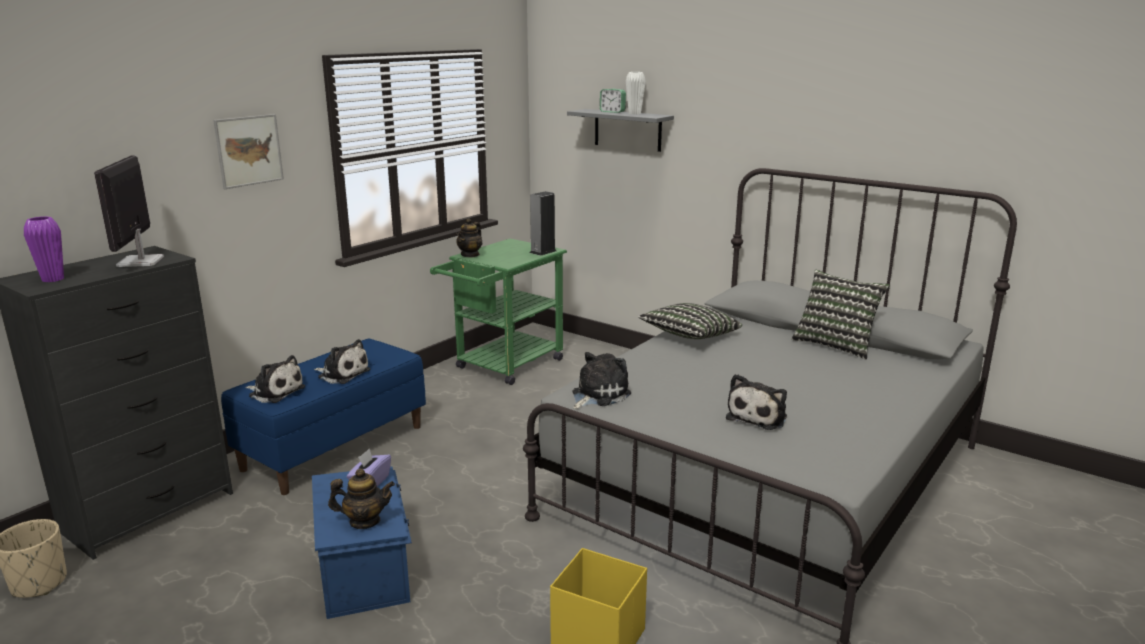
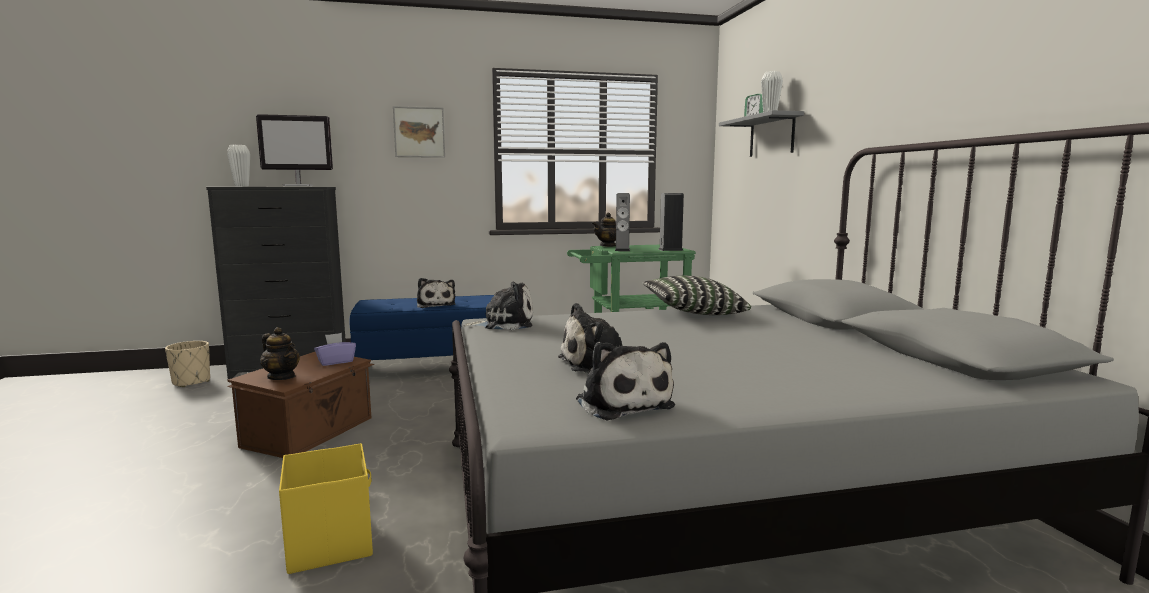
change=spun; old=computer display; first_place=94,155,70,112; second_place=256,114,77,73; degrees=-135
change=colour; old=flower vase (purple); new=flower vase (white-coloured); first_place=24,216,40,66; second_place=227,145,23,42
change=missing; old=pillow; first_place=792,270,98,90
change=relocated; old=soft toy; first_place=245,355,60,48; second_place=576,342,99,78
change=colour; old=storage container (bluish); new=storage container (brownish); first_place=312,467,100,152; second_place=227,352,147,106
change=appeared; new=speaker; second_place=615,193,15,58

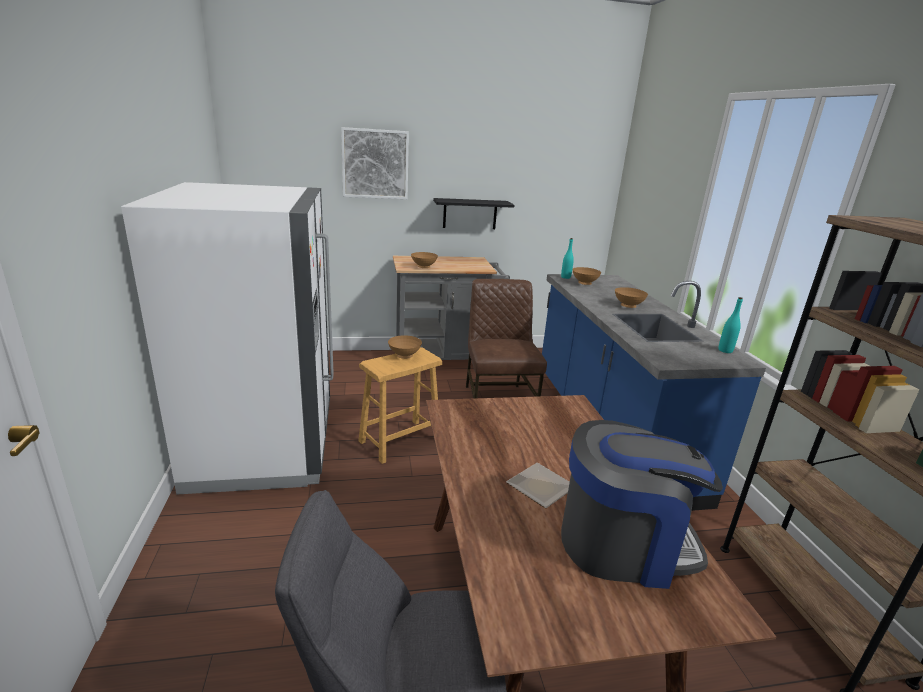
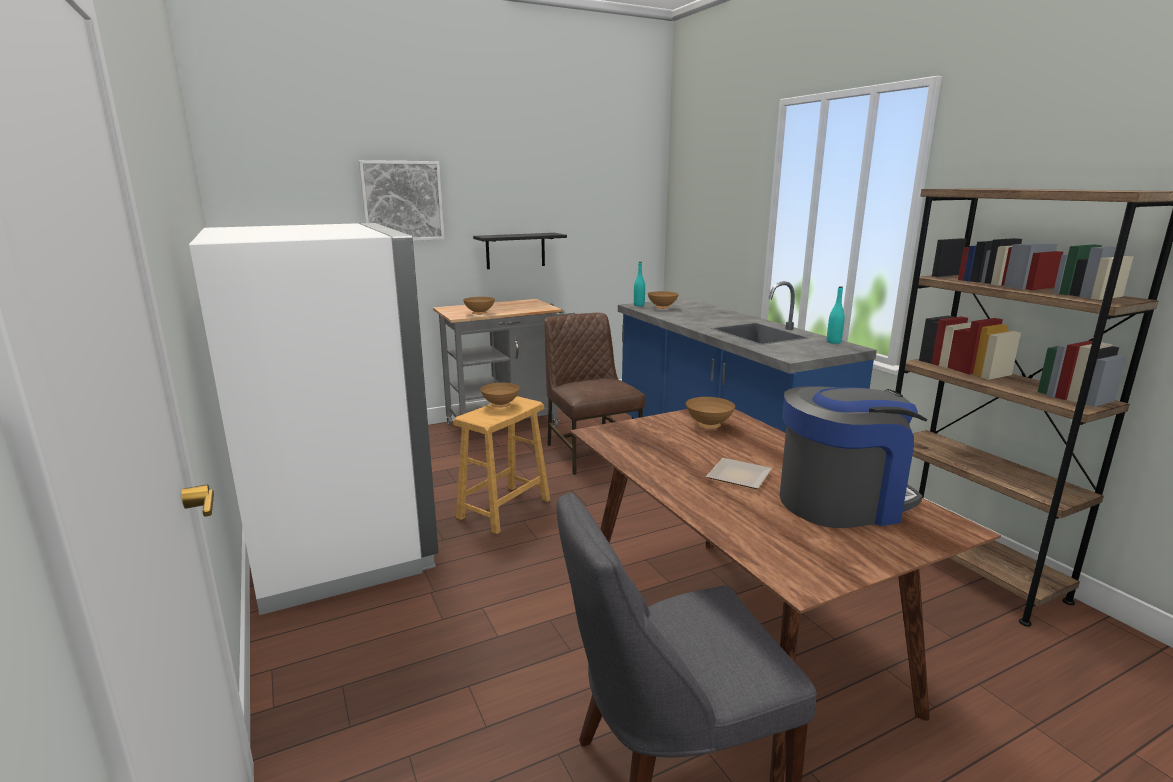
change=relocated; old=serving bowl (brownish); first_place=615,287,33,21; second_place=686,397,49,32

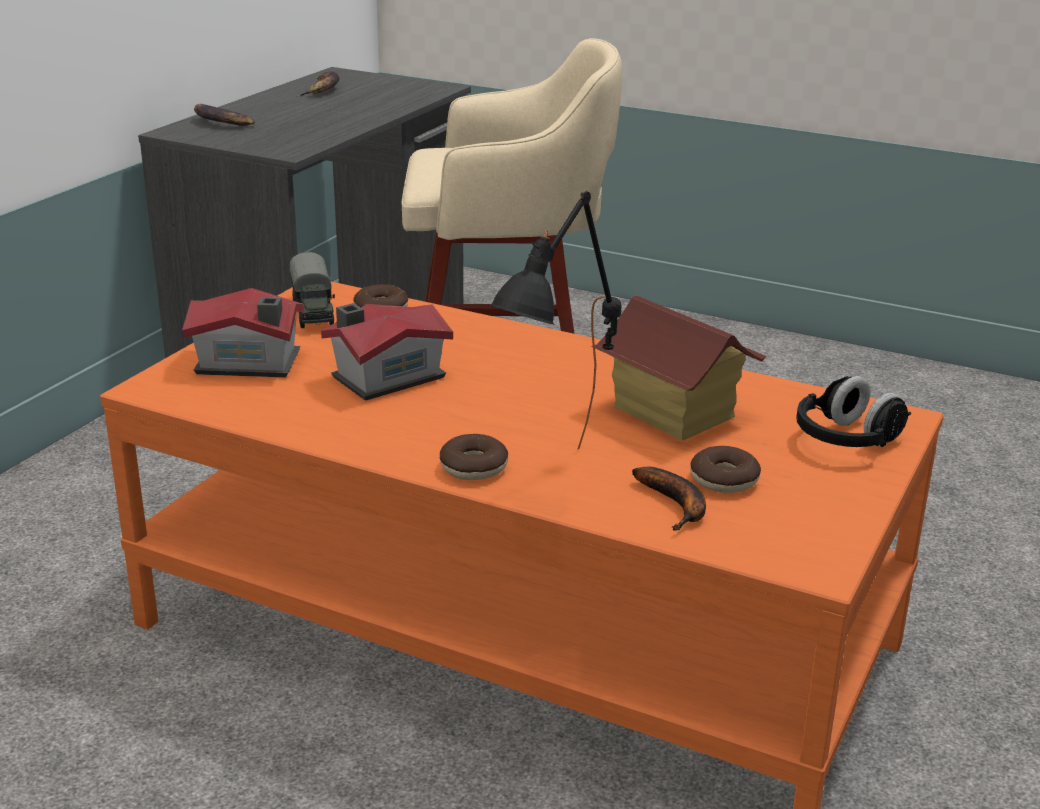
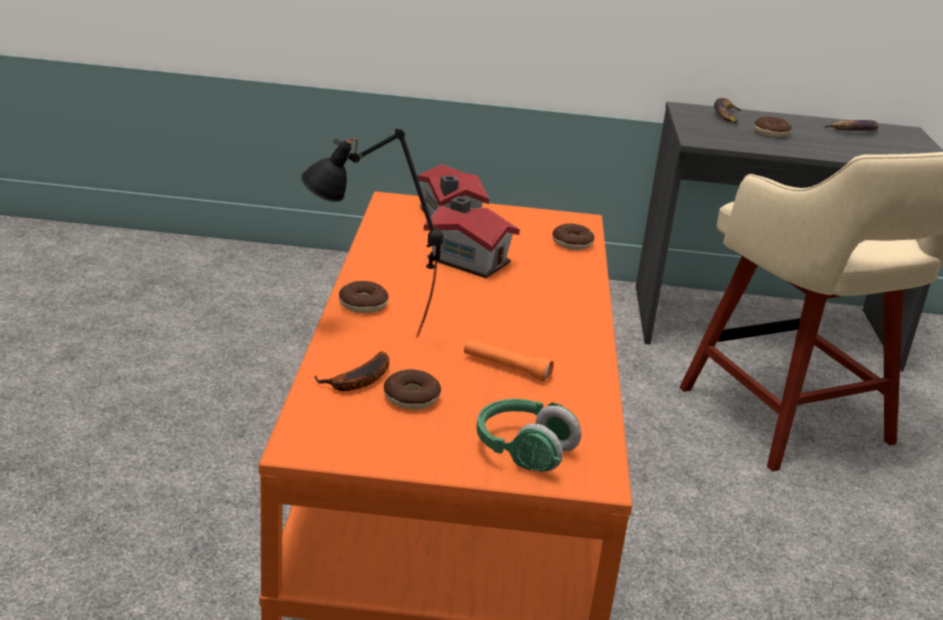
change=missing; old=toy lorry; first_place=290,252,45,76
change=exchanged; old=miniature house; new=torch (orangey); first_place=591,296,176,145; second_place=464,339,90,43
change=colour; old=headphones (black); new=headphones (greenish); first_place=796,376,115,71; second_place=476,399,105,73
change=appeared; new=donut; second_place=754,116,38,21

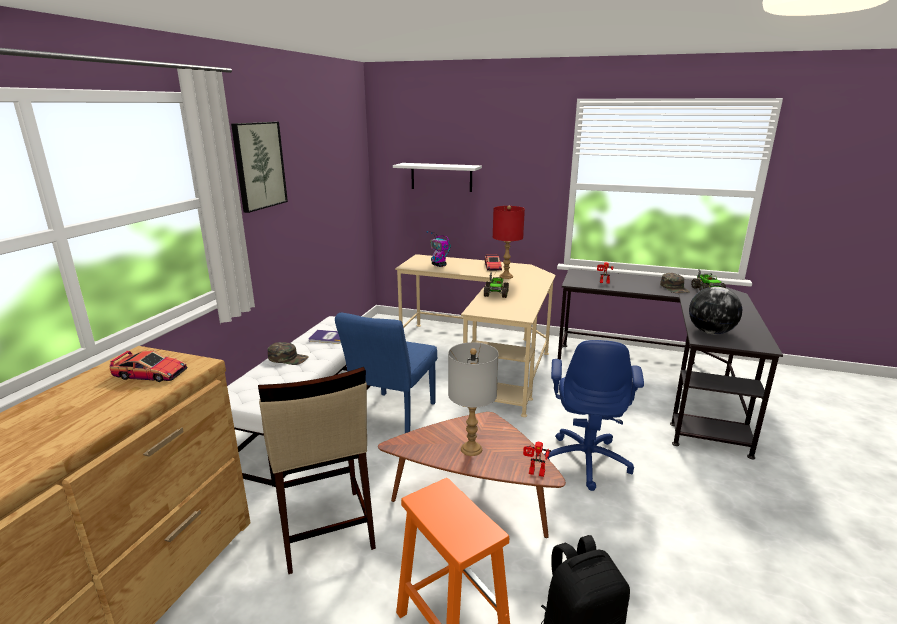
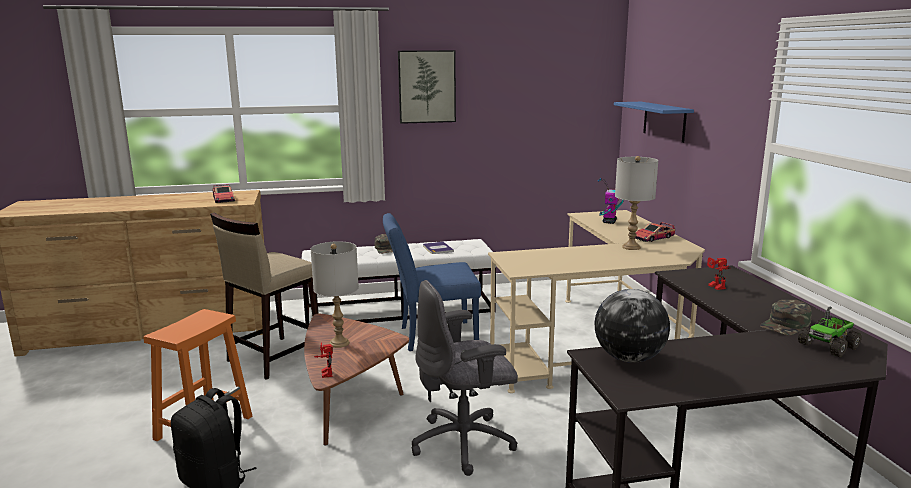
change=colour; old=shelf (white-coloured); new=shelf (bluish); first_place=393,163,89,29; second_place=614,102,80,41
change=colour; old=lamp for a table (reddish); new=lamp for a table (grey); first_place=493,206,32,73; second_place=615,156,43,94
change=missing; old=toy lorry; first_place=484,272,25,26
change=colour; old=desk chair (bluish); new=desk chair (grey); first_place=544,340,100,151; second_place=412,280,106,196

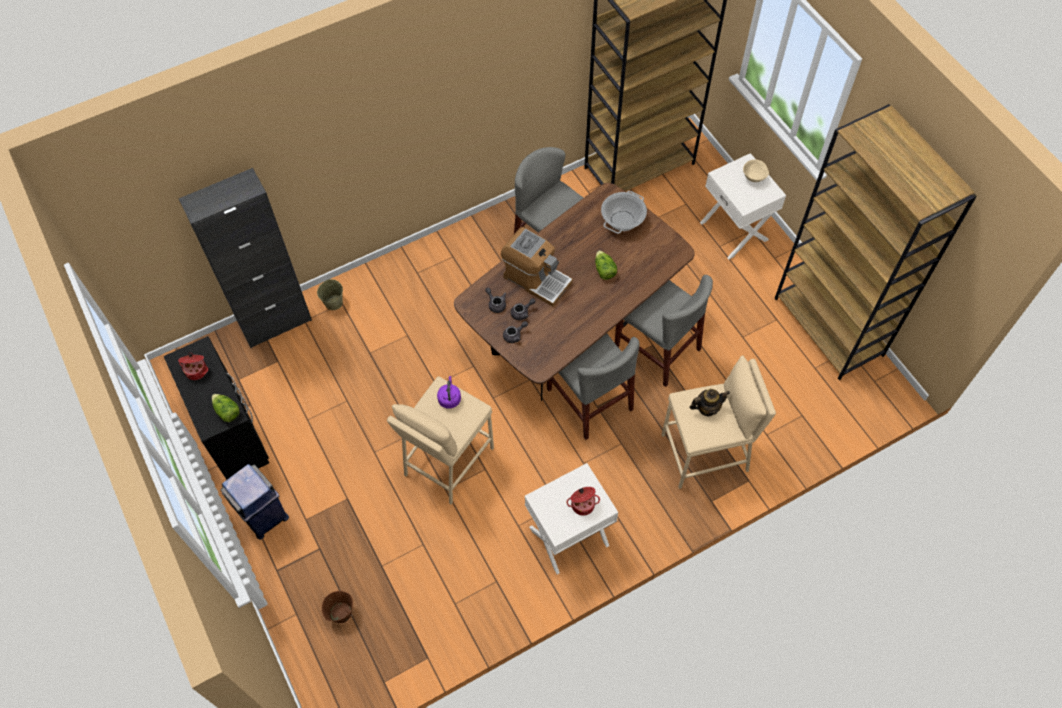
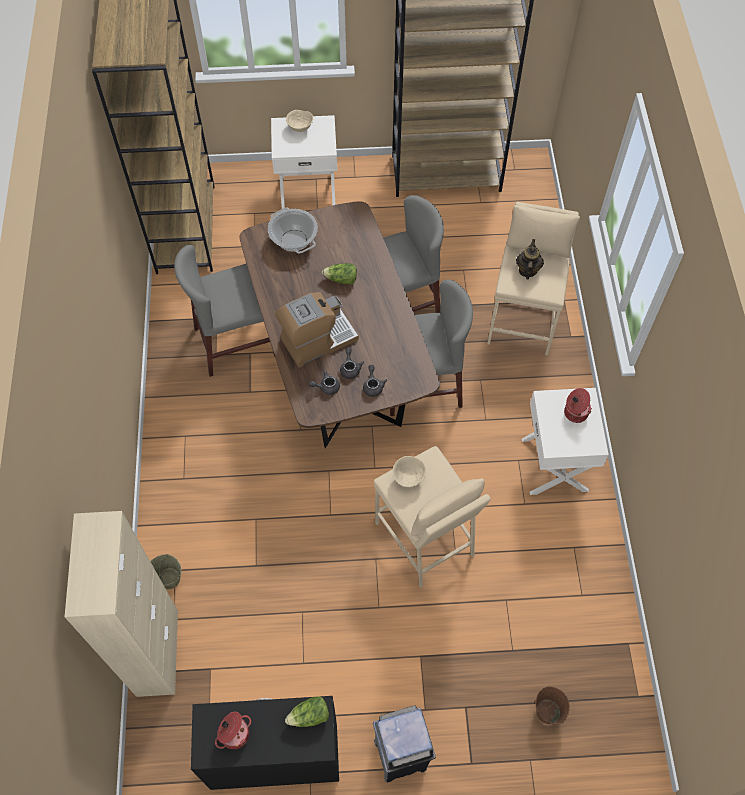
change=colour; old=storage cabinet (black); new=storage cabinet (beige-coloured); first_place=179,168,133,180; second_place=65,511,113,186
change=exchanged; old=kettle (purple); new=serving bowl (beige-coloured); first_place=437,376,24,33; second_place=393,456,33,31
change=colour; old=waste bin (bluish); new=waste bin (grey); first_place=221,464,68,76; second_place=373,705,63,77

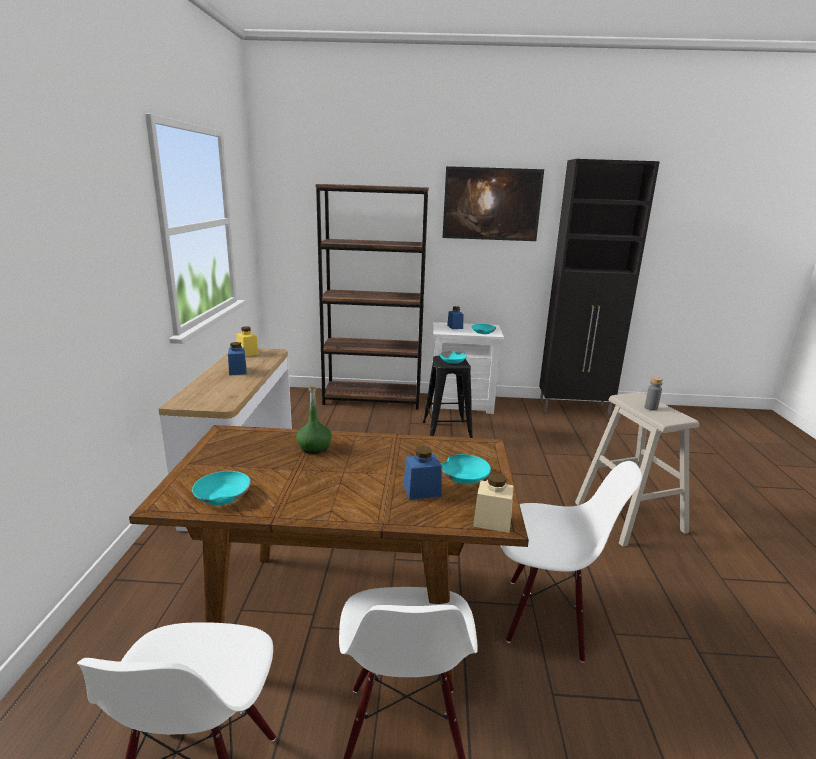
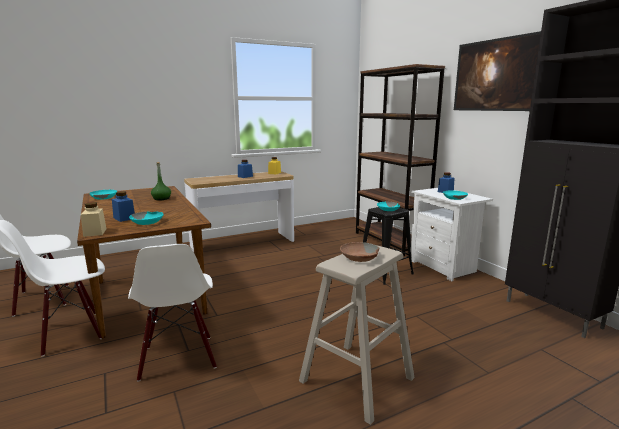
change=exchanged; old=beverage bottle (grey); new=serving bowl (brownish); first_place=645,377,18,34; second_place=340,242,39,20

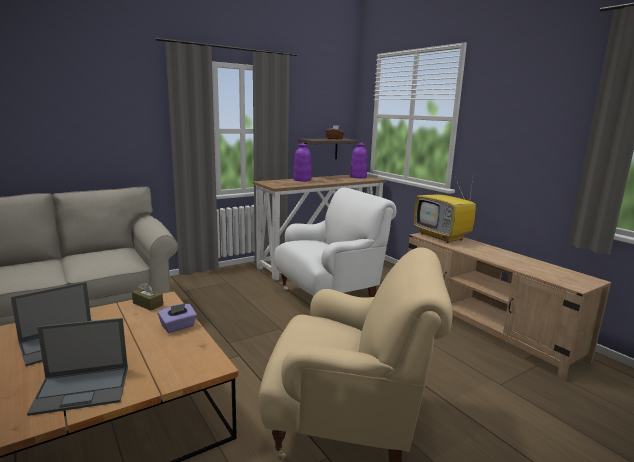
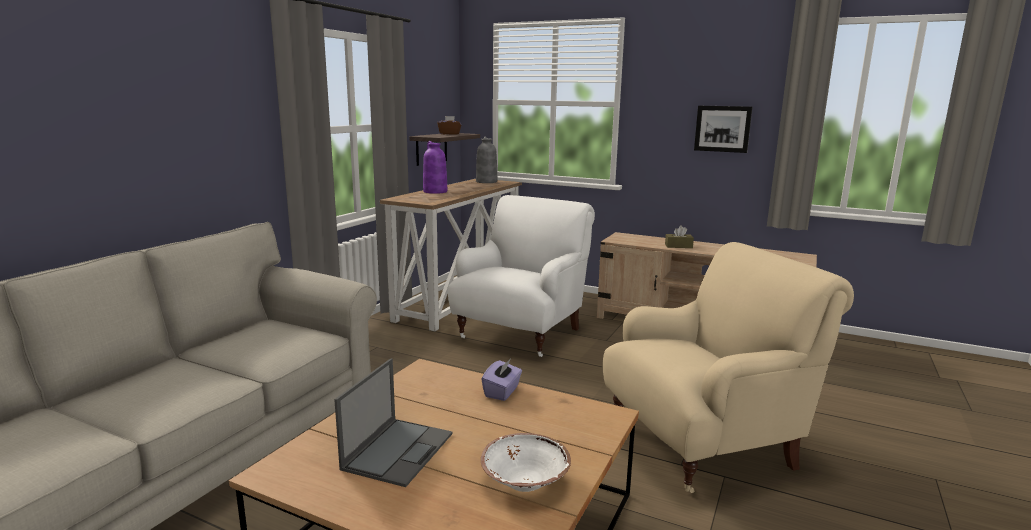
change=colour; old=flower vase (purple); new=flower vase (grey); first_place=350,142,17,36; second_place=476,137,21,46
change=missing; old=TV; first_place=414,179,62,64
change=relocated; old=box of tissues (brownish); first_place=132,282,31,29; second_place=665,226,29,22
change=exchanged; old=laptop; new=serving bowl (white-coloured); first_place=27,318,101,98; second_place=481,433,90,59
change=appeared; new=wall art; second_place=694,106,58,47

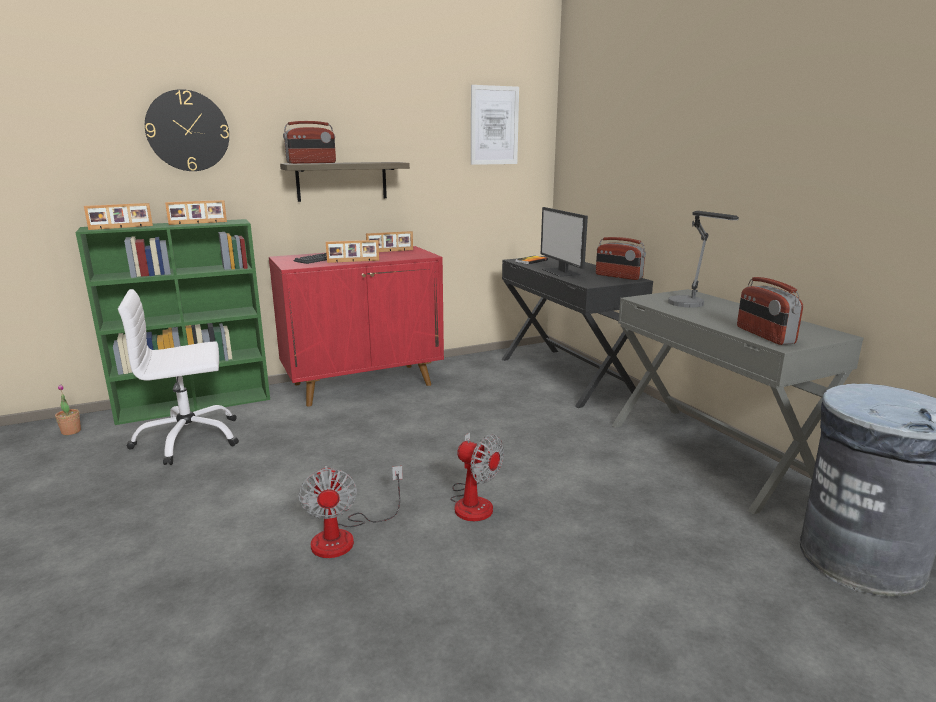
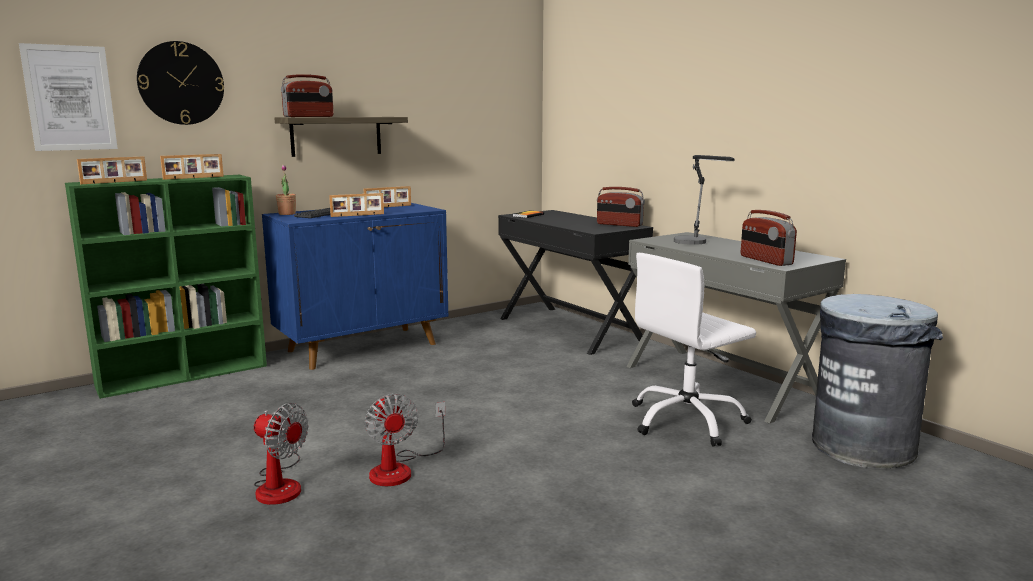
change=relocated; old=wall art; first_place=471,85,48,80; second_place=19,43,99,108
change=missing; old=computer display; first_place=541,207,47,70
change=colour; old=storage cabinet (reddish); new=storage cabinet (bluish); first_place=269,246,175,161; second_place=262,203,186,167
change=relocated; old=desk chair (white-coloured); first_place=118,289,121,176; second_place=632,253,124,194
change=relocated; old=potted plant; first_place=55,384,26,51; second_place=276,165,20,50
change=relocated; old=electric fan; first_place=450,432,54,89; second_place=254,403,55,102

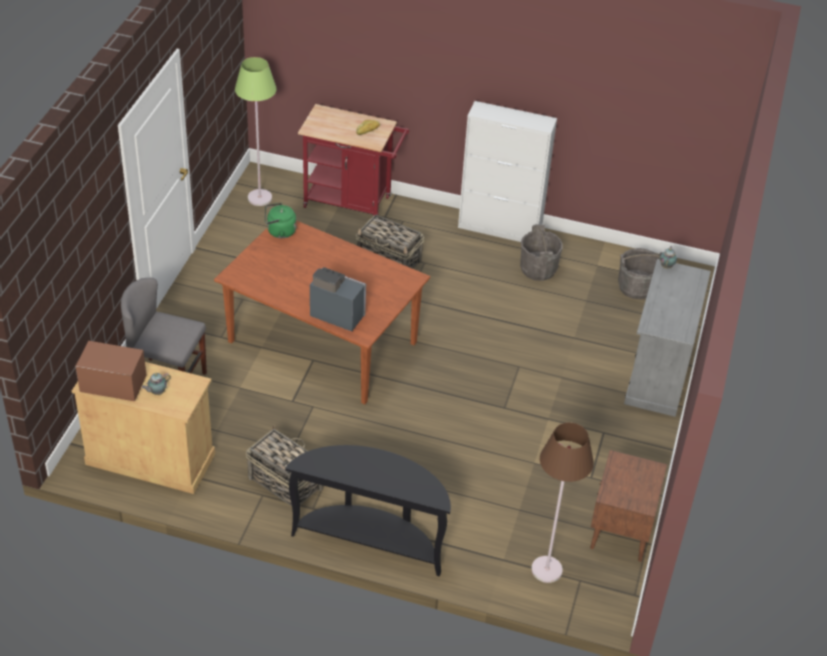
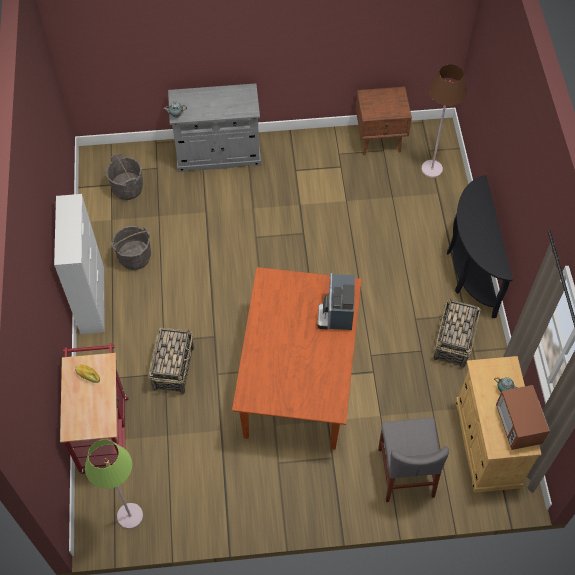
change=missing; old=kettle (greenish); first_place=265,203,32,35

